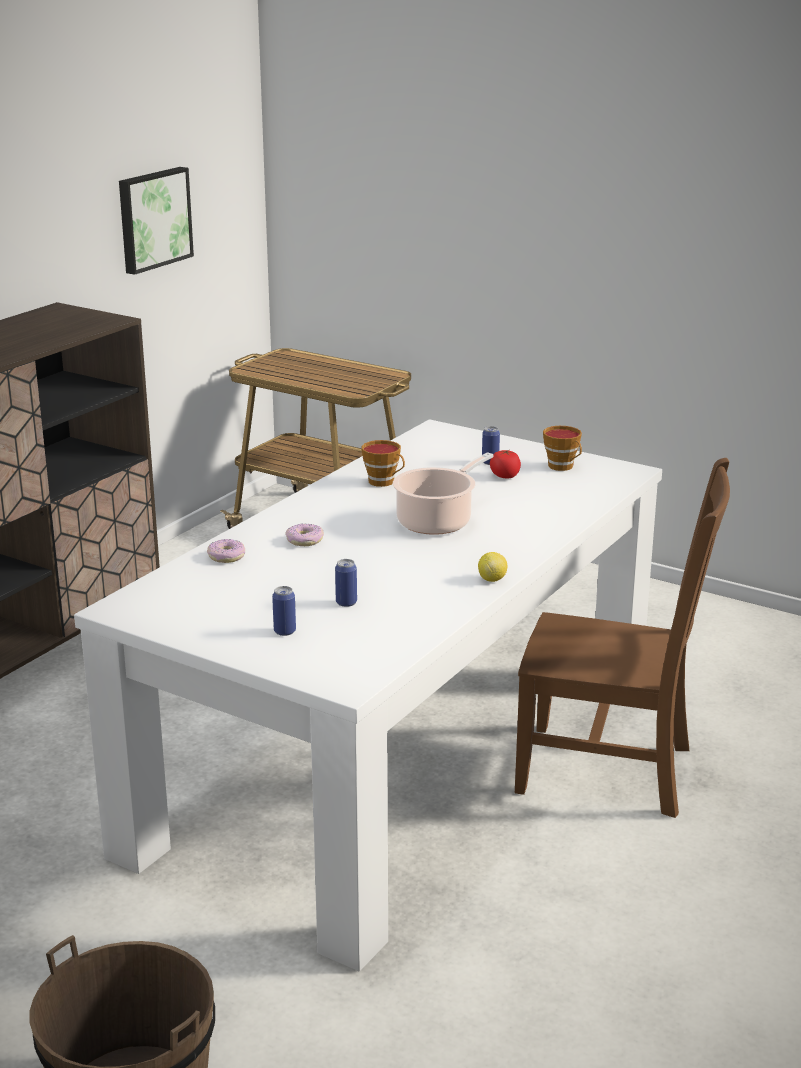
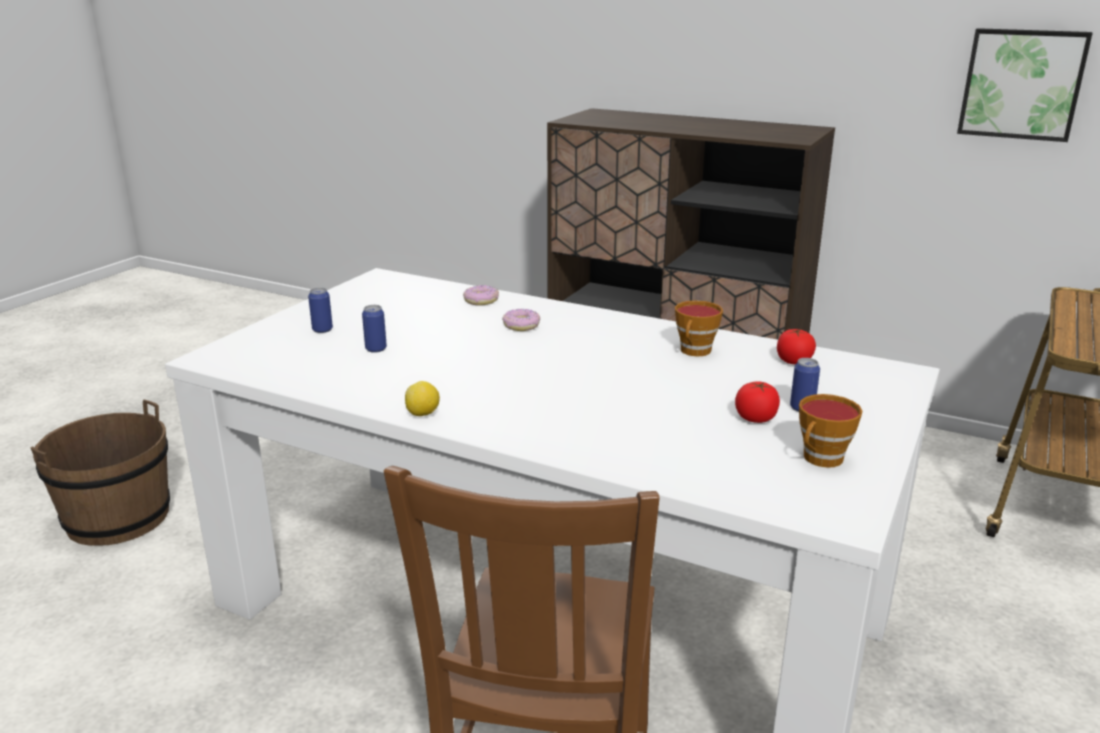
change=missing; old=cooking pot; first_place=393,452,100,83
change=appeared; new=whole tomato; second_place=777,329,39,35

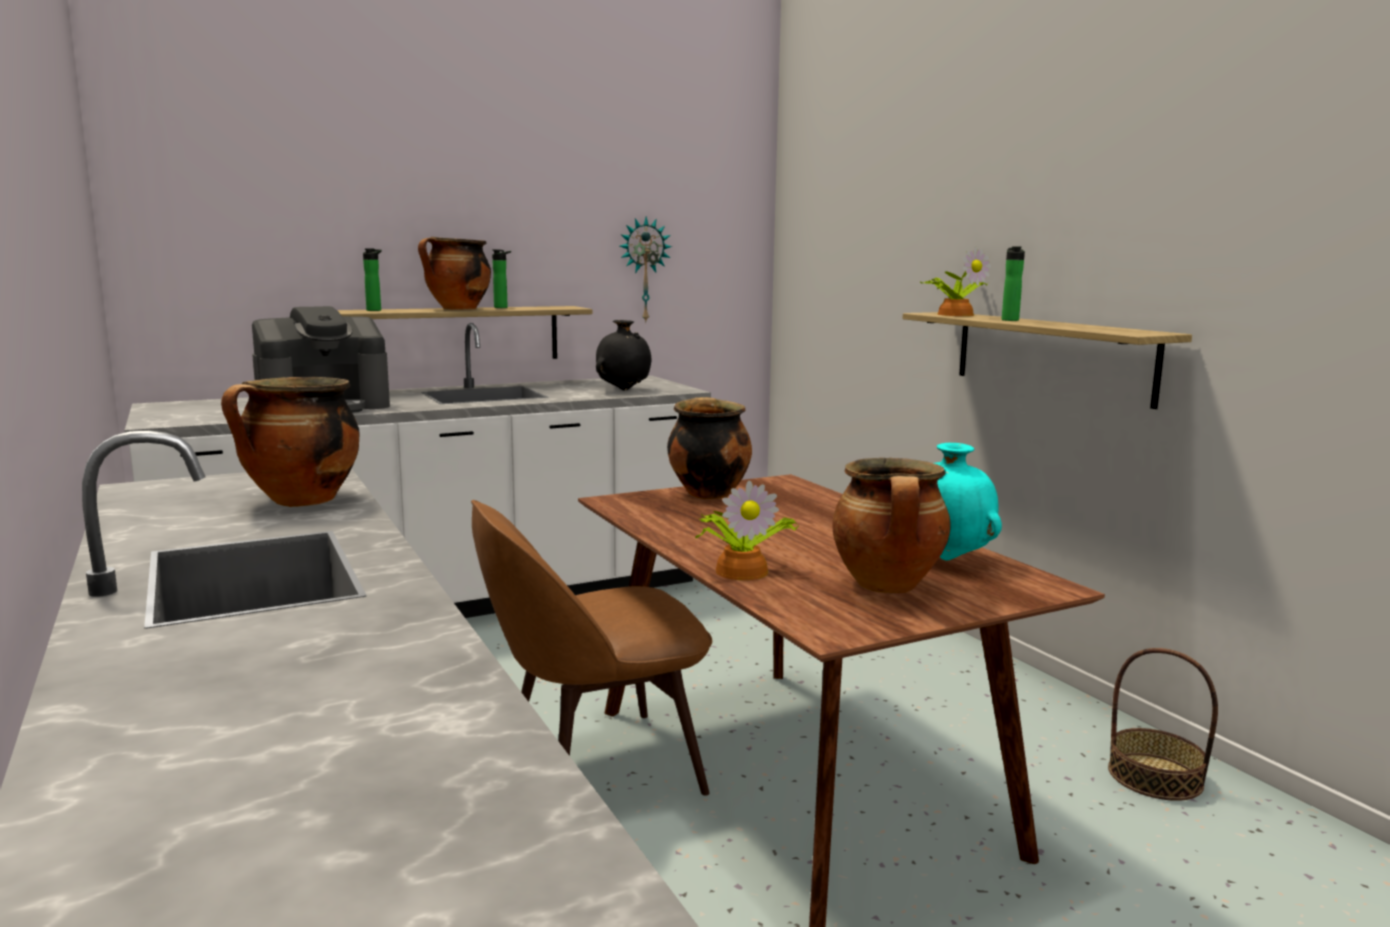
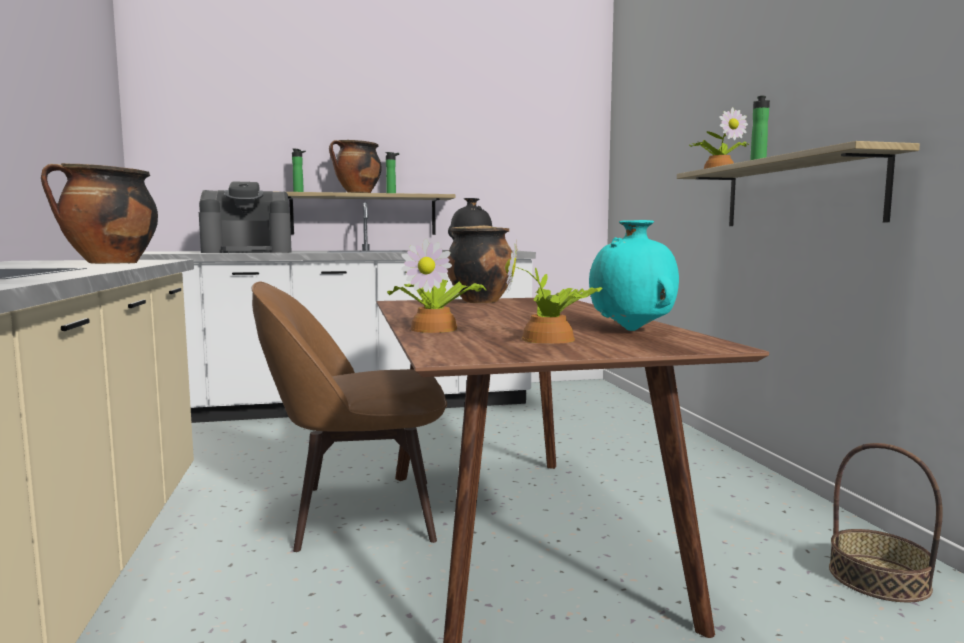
change=missing; old=hanging clock; first_place=620,217,52,106
change=exchanged; old=cooking pot; new=potted plant; first_place=833,458,118,135; second_place=505,239,98,105

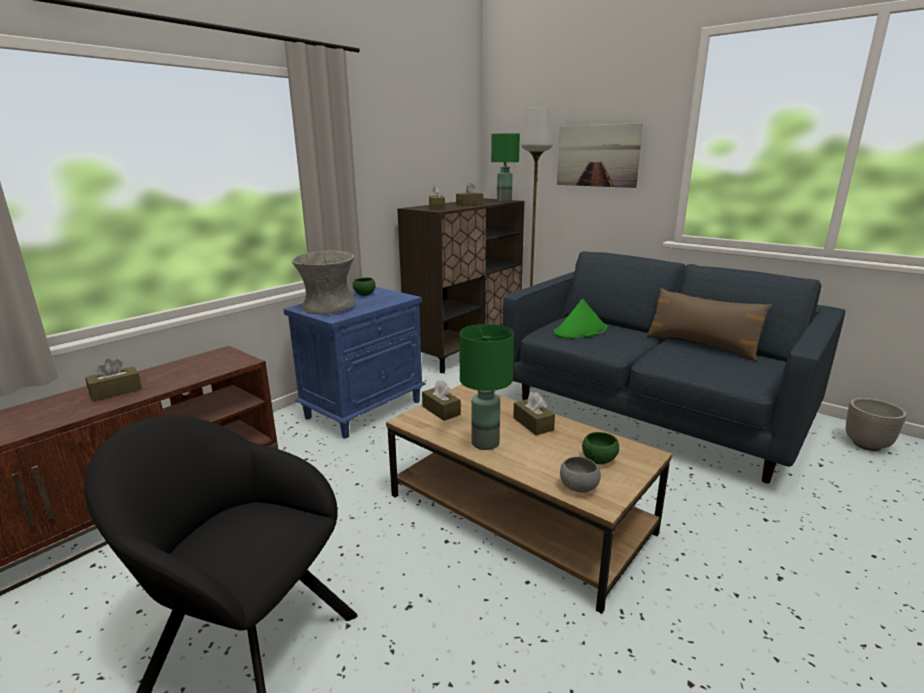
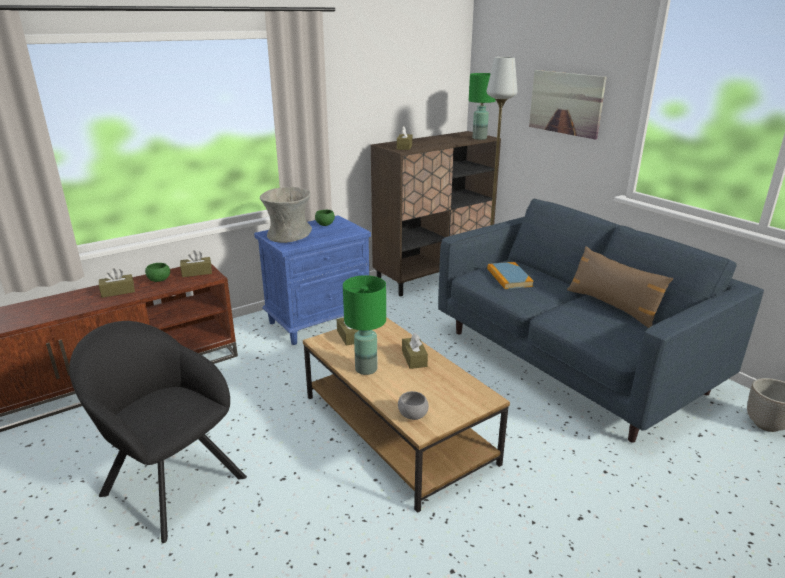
change=relocated; old=box of tissues (brownish); first_place=456,183,28,23; second_place=180,250,32,27
change=exchanged; old=clothing hat (greenish); new=bound book; first_place=554,299,54,40; second_place=487,262,47,27
change=relocated; old=serving bowl (greenish); first_place=582,432,37,32; second_place=145,263,25,19

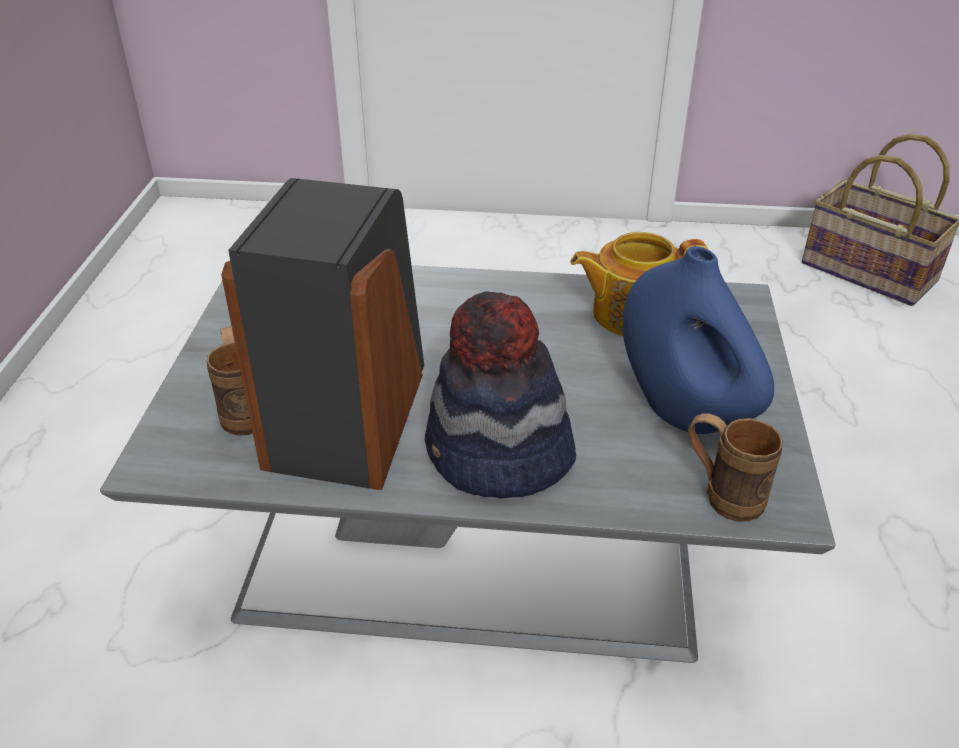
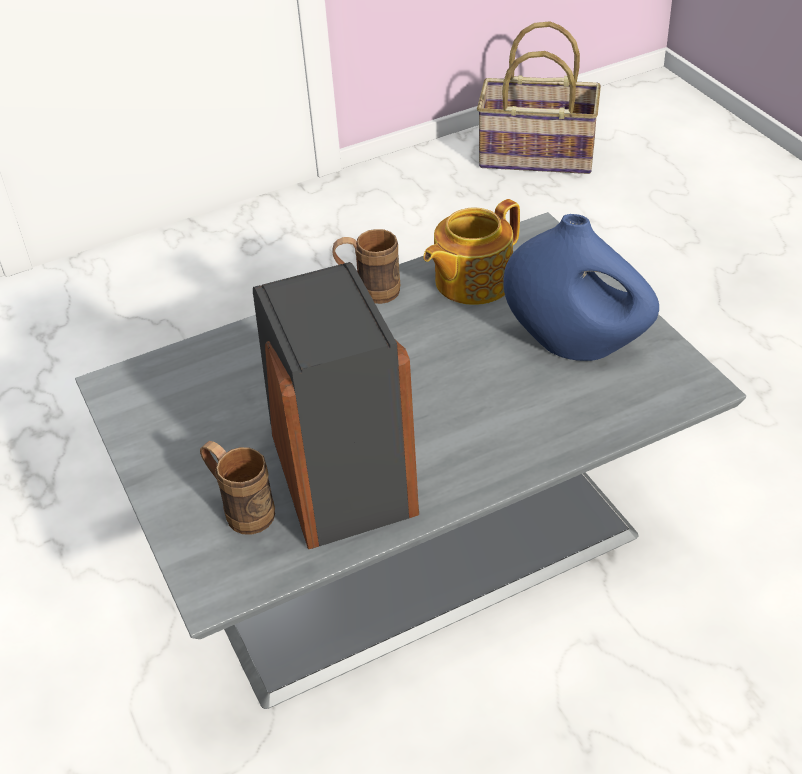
change=missing; old=clothing hat; first_place=425,291,151,207
change=relocated; old=coffee mug (brownish); first_place=688,414,95,108; second_place=332,229,68,75

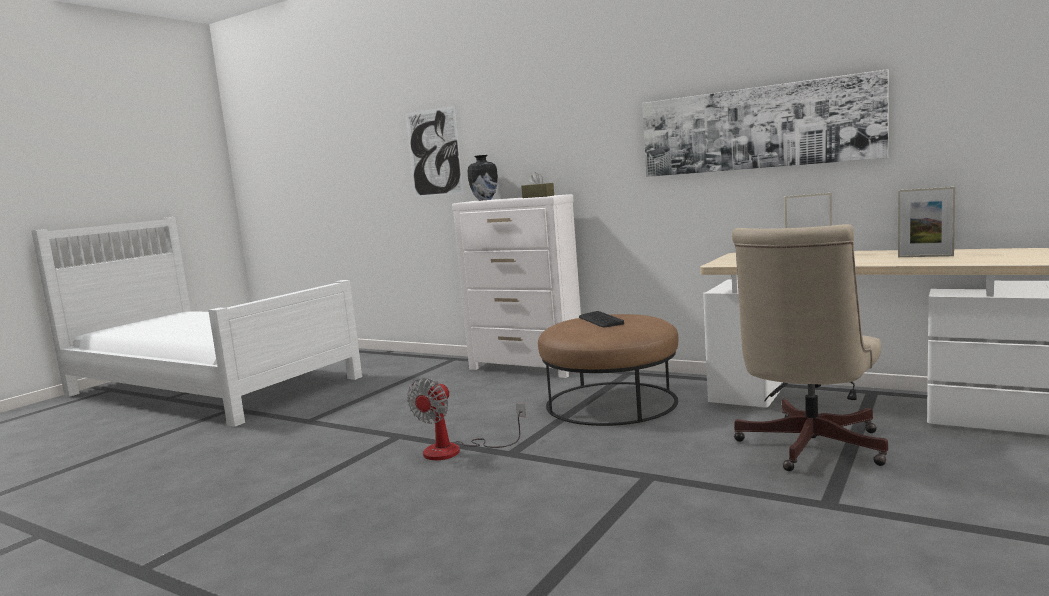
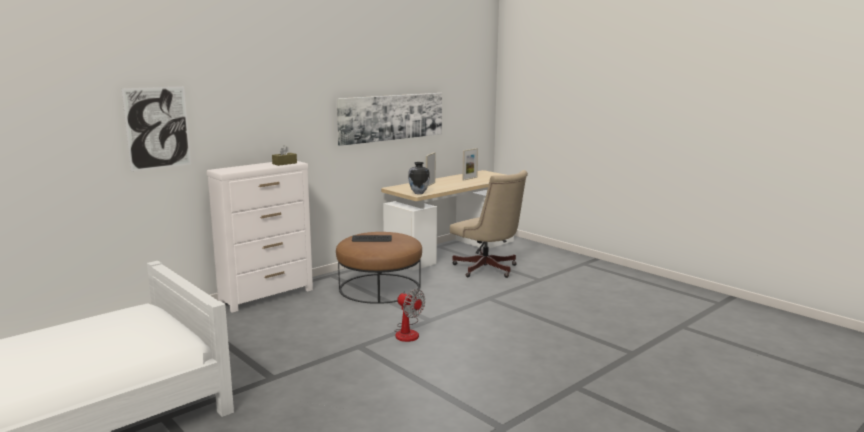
change=relocated; old=flower vase; first_place=468,155,30,46; second_place=408,162,22,32

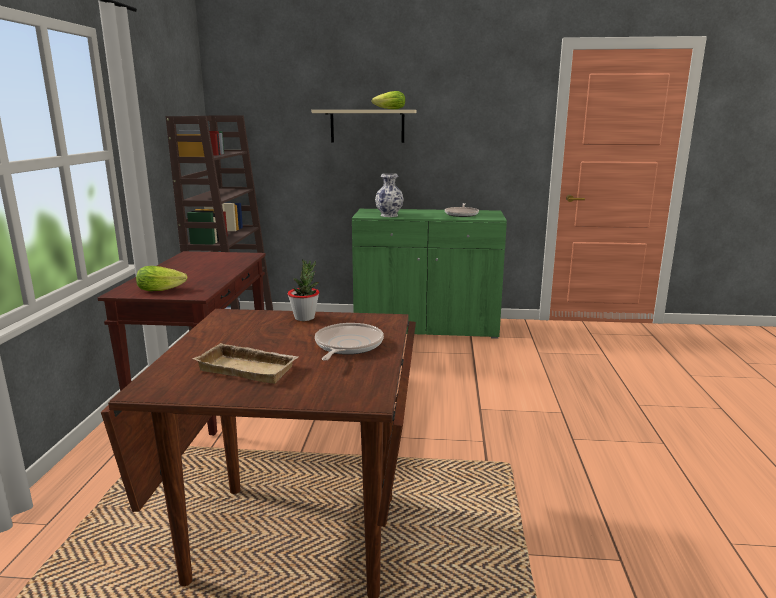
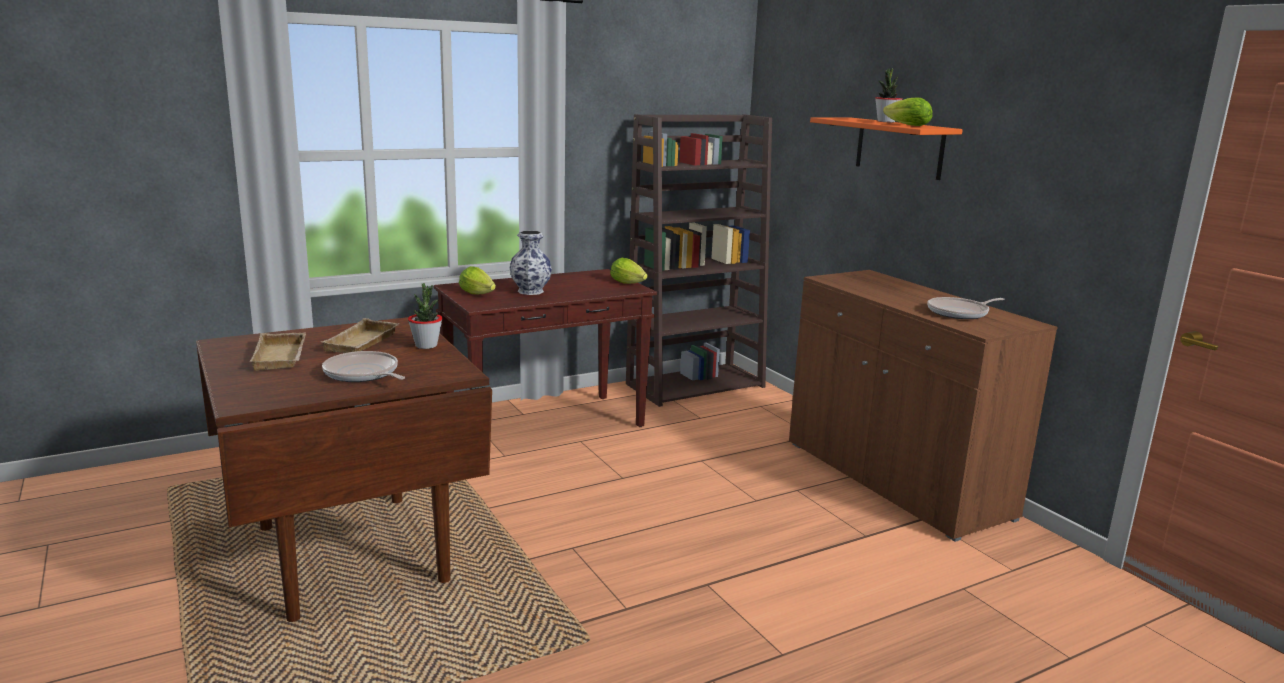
change=colour; old=shelf (beige-coloured); new=shelf (orangey); first_place=312,110,104,33; second_place=810,117,153,63
change=relocated; old=flower vase; first_place=375,173,29,44; second_place=510,230,42,65
change=colour; old=storage cabinet (greenish); new=storage cabinet (brownish); first_place=352,209,155,130; second_place=789,270,268,272
change=spun; old=skillet; first_place=315,323,69,38; second_place=322,351,83,31; degrees=-120
change=appeared; new=potted plant; second_place=875,68,28,54
change=appeared; new=lettuce; second_place=610,258,38,26
change=appeared; new=carrying tray (beige-coloured); second_place=320,318,80,35

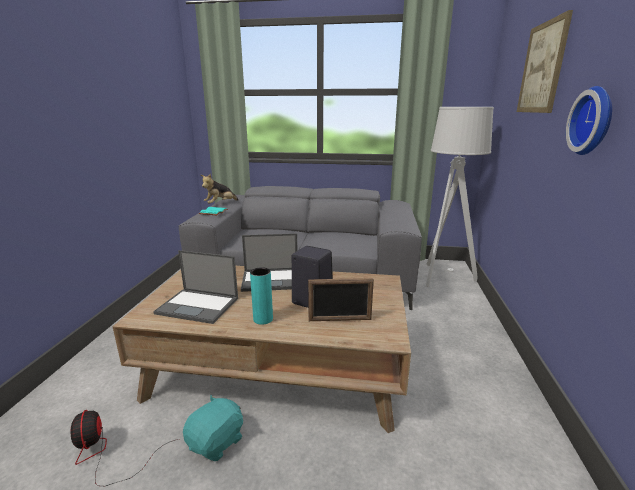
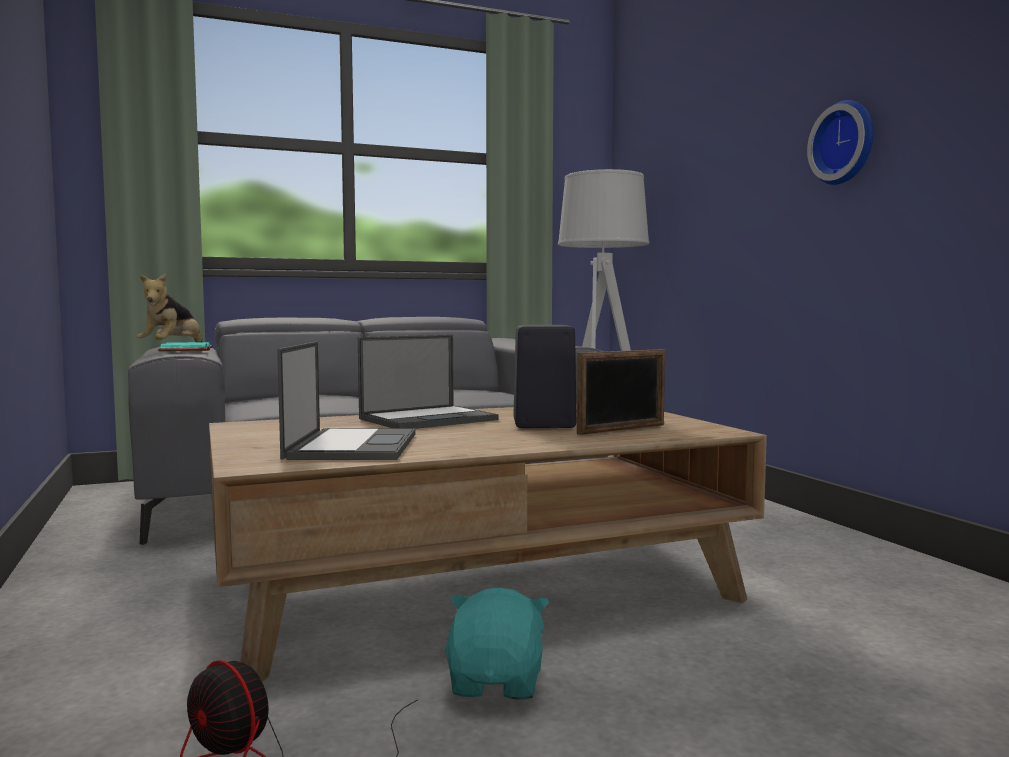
change=missing; old=wall art; first_place=517,10,56,103
change=spun; old=laptop; first_place=153,250,85,74; second_place=277,342,139,118; degrees=-75
change=missing; old=flower vase (turquoise-coloured); first_place=250,267,23,58

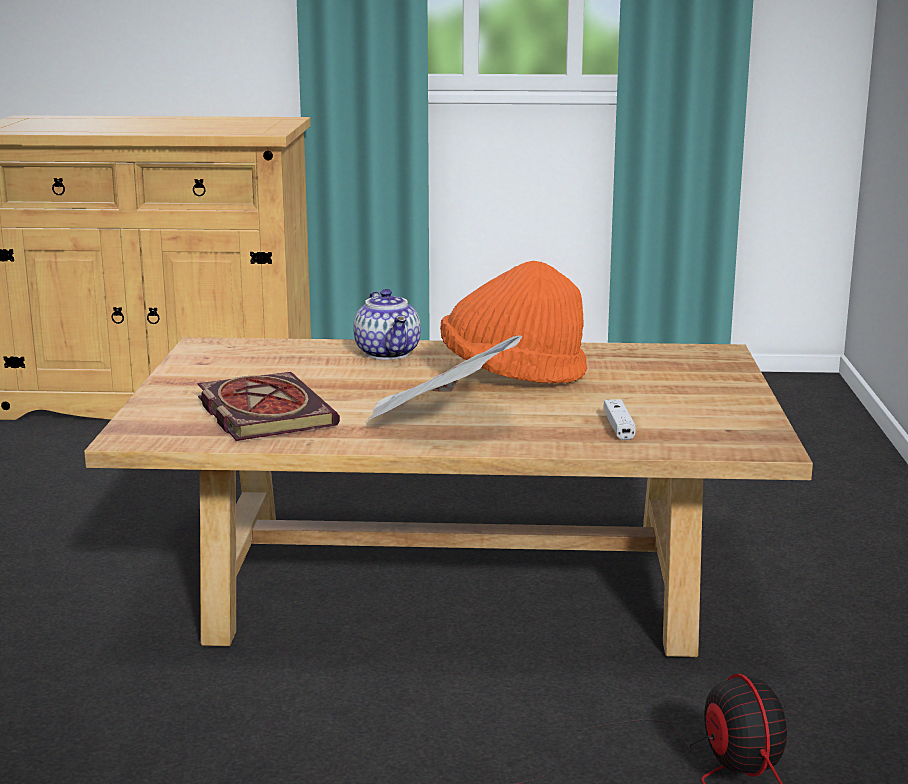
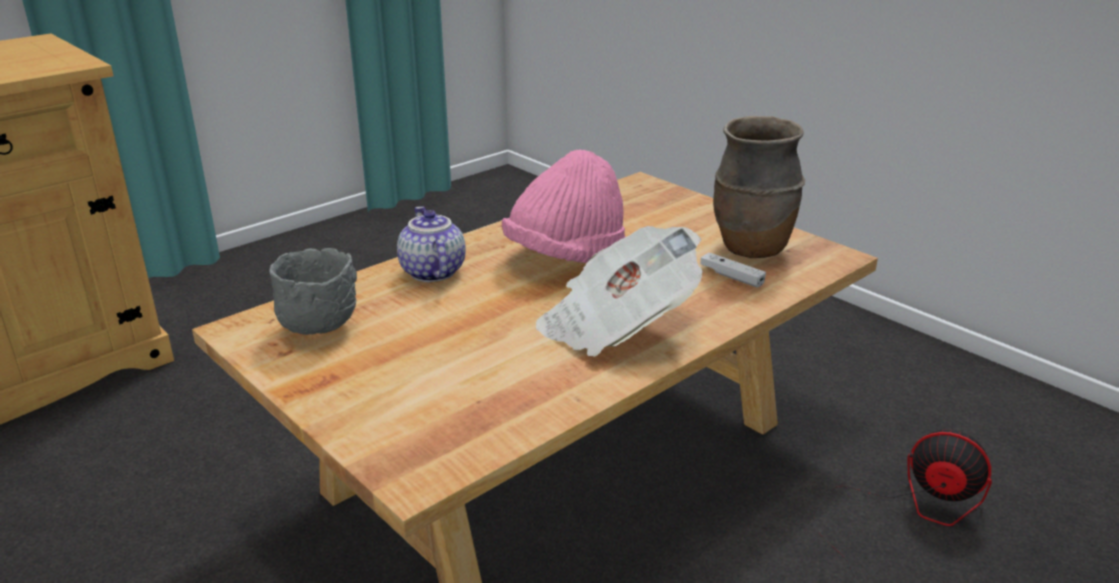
change=colour; old=clothing hat (orangey); new=clothing hat (pink); first_place=440,261,147,123; second_place=502,150,123,113
change=spun; old=tea pot; first_place=353,289,68,71; second_place=397,206,69,76; degrees=-135
change=missing; old=bound book; first_place=197,372,143,69
change=appeared; new=flower vase (brownish); second_place=713,116,92,142
change=appeared; new=serving bowl (grey); second_place=269,248,88,87

